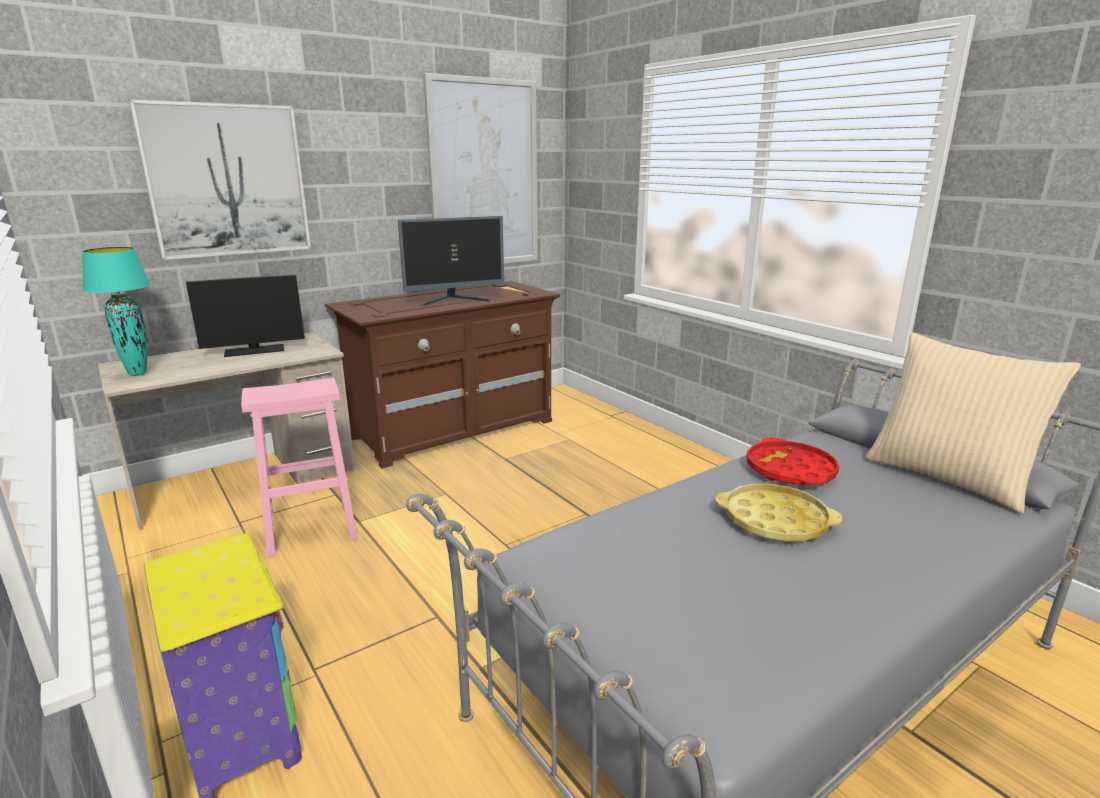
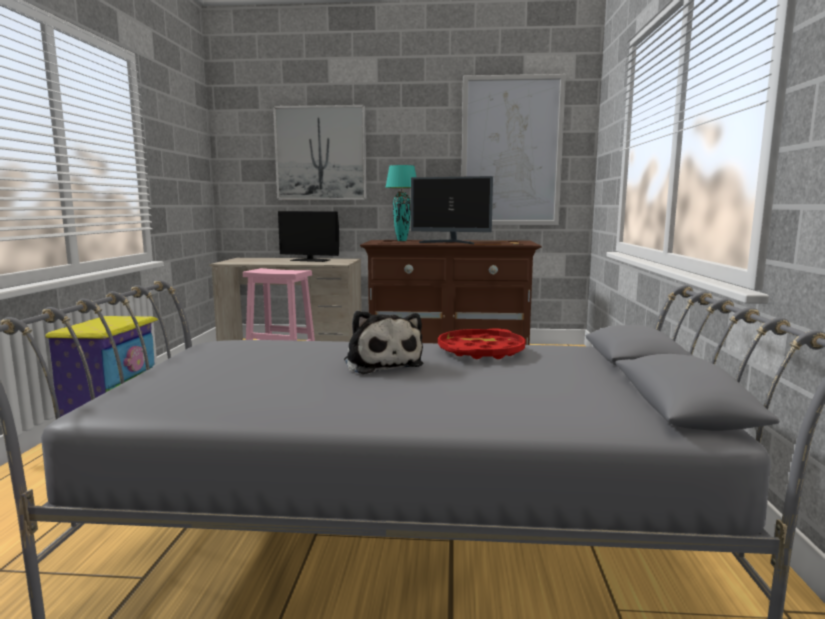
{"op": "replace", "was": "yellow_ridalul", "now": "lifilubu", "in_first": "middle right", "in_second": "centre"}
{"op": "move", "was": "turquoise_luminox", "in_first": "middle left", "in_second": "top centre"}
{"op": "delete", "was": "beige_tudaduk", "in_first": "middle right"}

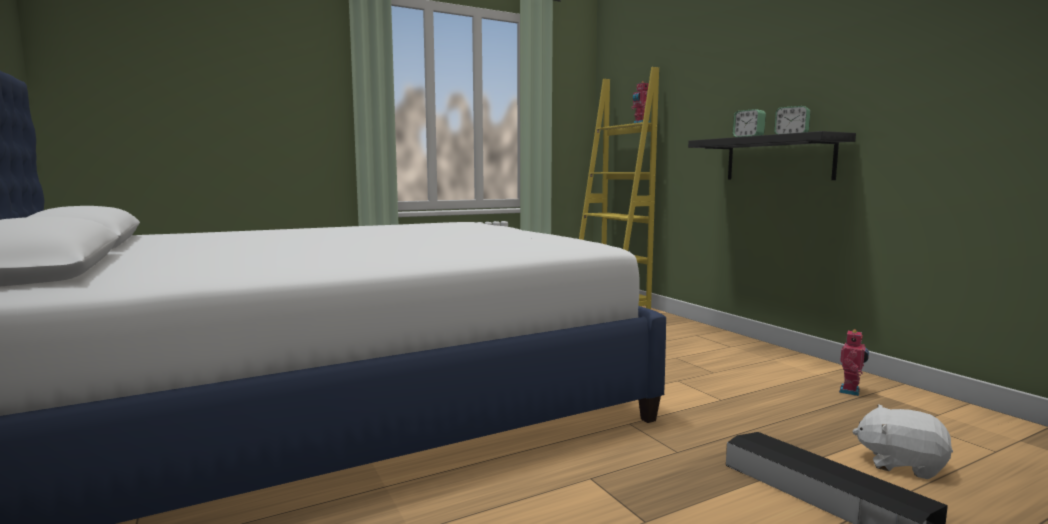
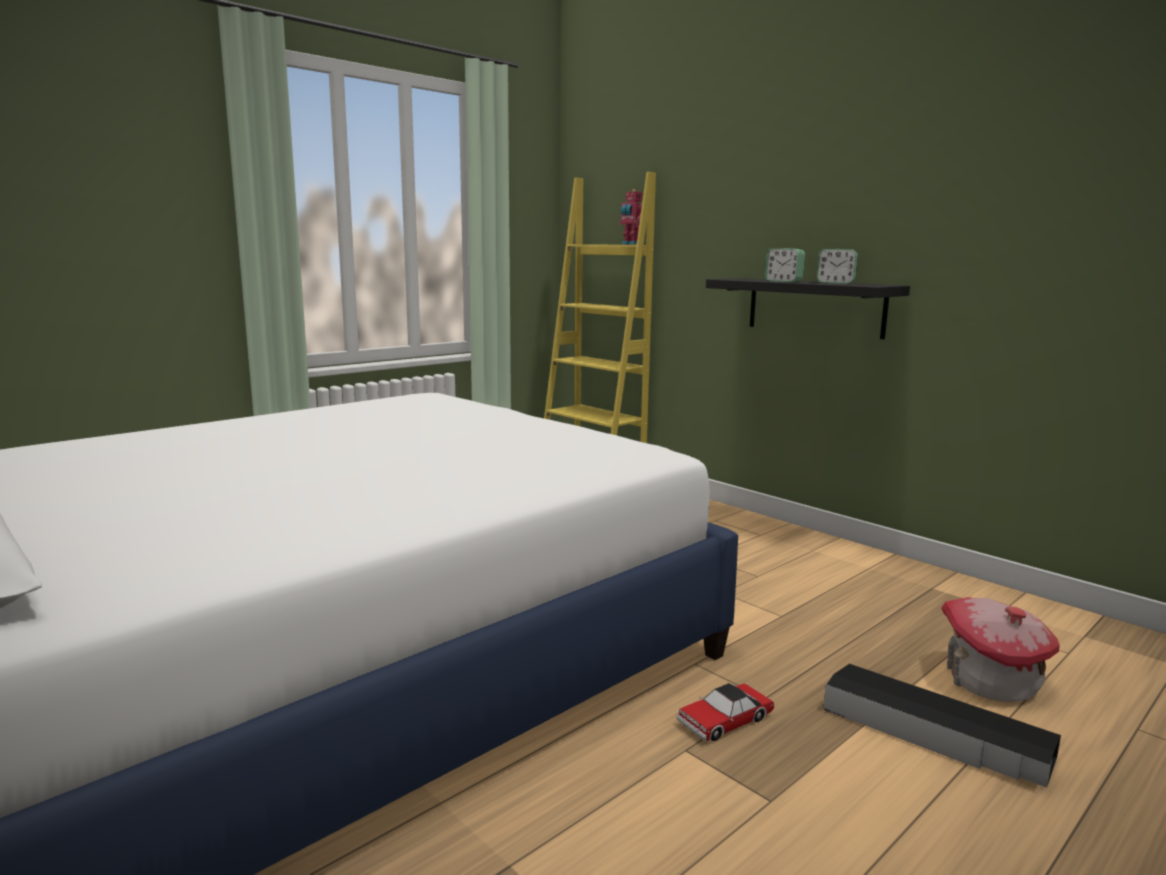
{"op": "insert", "now": "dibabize", "in_second": "bottom centre"}
{"op": "replace", "was": "white_lifilubu", "now": "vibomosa", "in_first": "bottom right", "in_second": "bottom right"}
{"op": "delete", "was": "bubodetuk (2nd from left)", "in_first": "bottom right"}

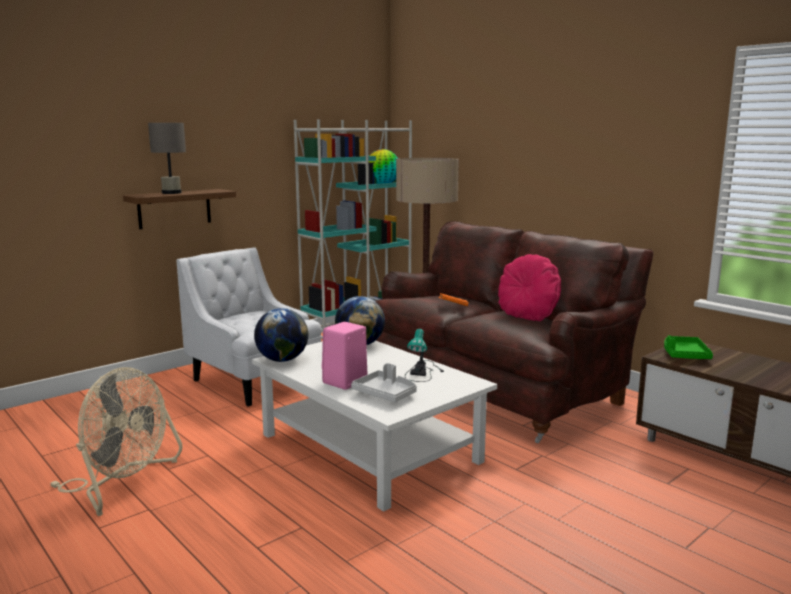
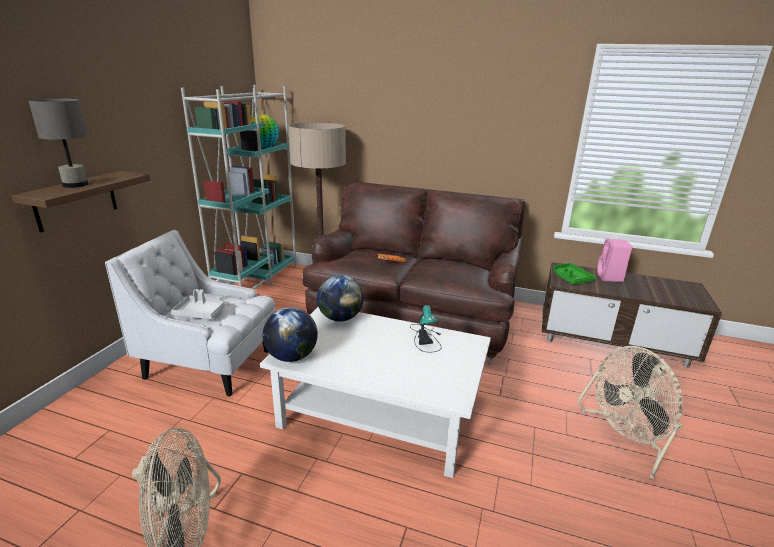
{"op": "move", "was": "grey_ridalul", "in_first": "centre", "in_second": "middle left"}
{"op": "insert", "now": "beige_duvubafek (2nd from left)", "in_second": "bottom right"}
{"op": "move", "was": "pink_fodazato", "in_first": "centre", "in_second": "middle right"}
{"op": "delete", "was": "pink_tudaduk", "in_first": "middle right"}

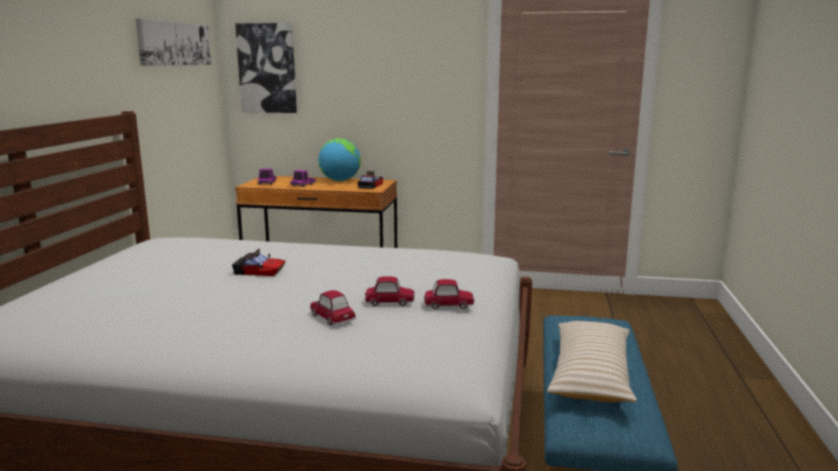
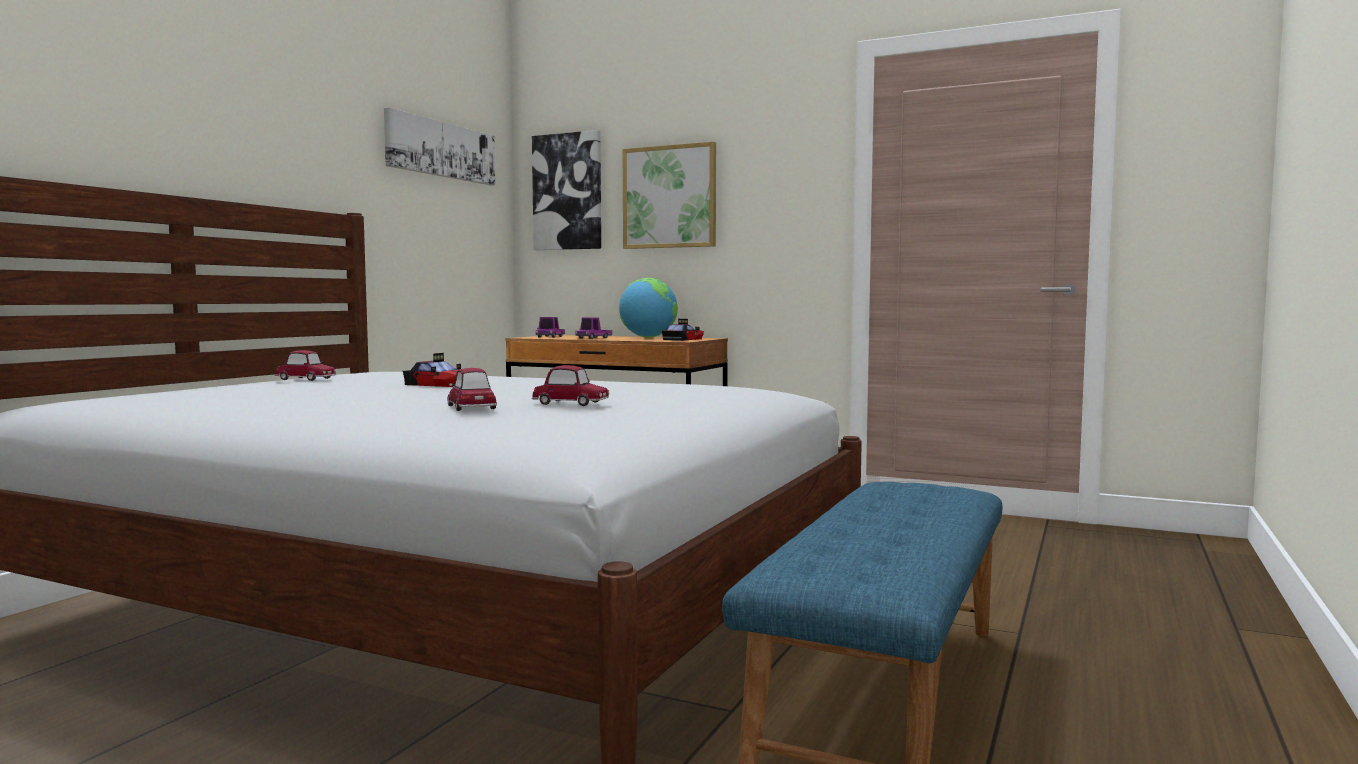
{"op": "move", "was": "dibabize (5th from left in the first image)", "now": "dibabize (1st from left)", "in_first": "centre", "in_second": "middle left"}
{"op": "insert", "now": "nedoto (3rd from left)", "in_second": "top centre"}
{"op": "delete", "was": "beige_tudaduk", "in_first": "bottom right"}

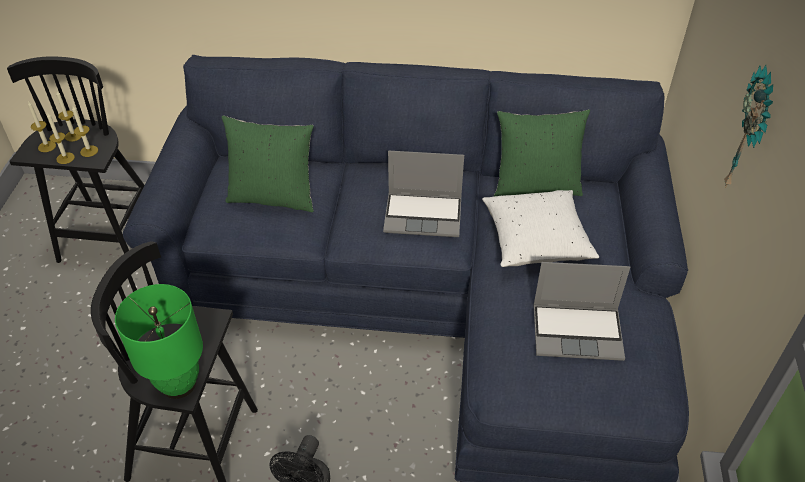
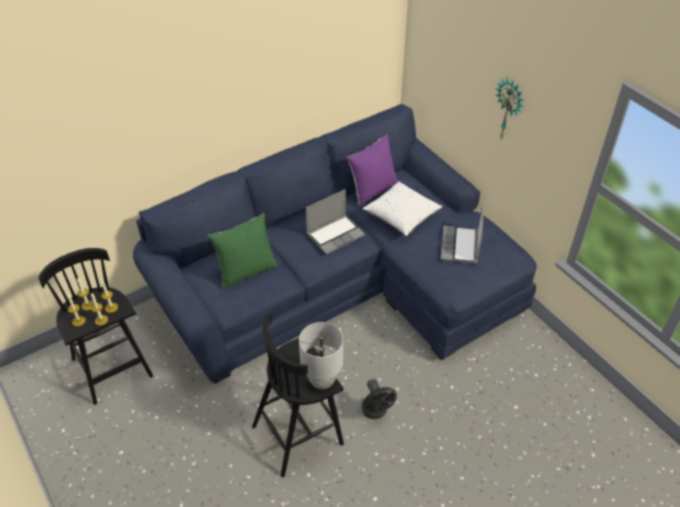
{"op": "recolor", "was": "green_luminox", "now": "white_luminox", "in_first": "bottom left", "in_second": "bottom centre"}
{"op": "recolor", "was": "green_tudaduk (2nd from left)", "now": "purple_tudaduk", "in_first": "top right", "in_second": "centre"}
{"op": "rotate", "was": "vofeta (2nd from left)", "in_first": "middle right", "in_second": "middle right", "clockwise": 135}

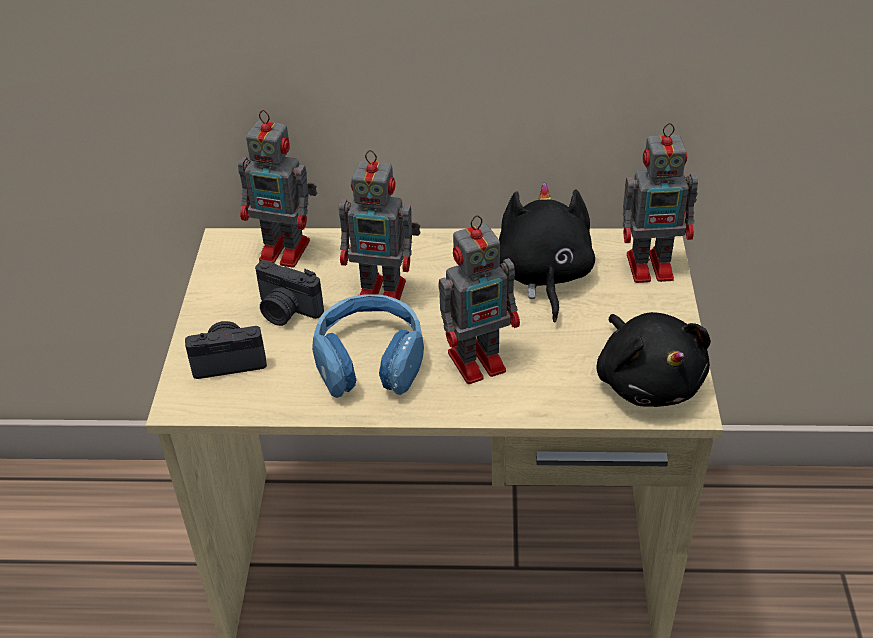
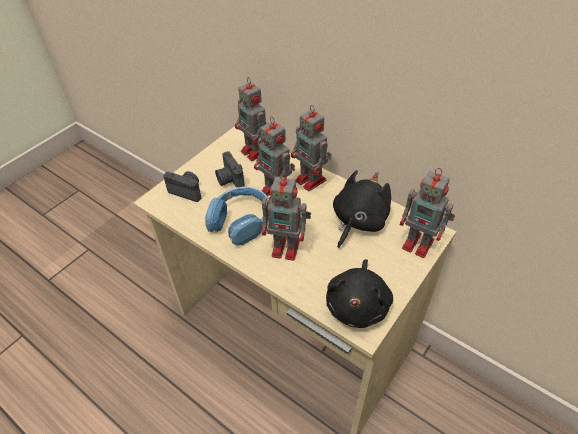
{"op": "insert", "now": "bubodetuk (4th from left)", "in_second": "centre"}

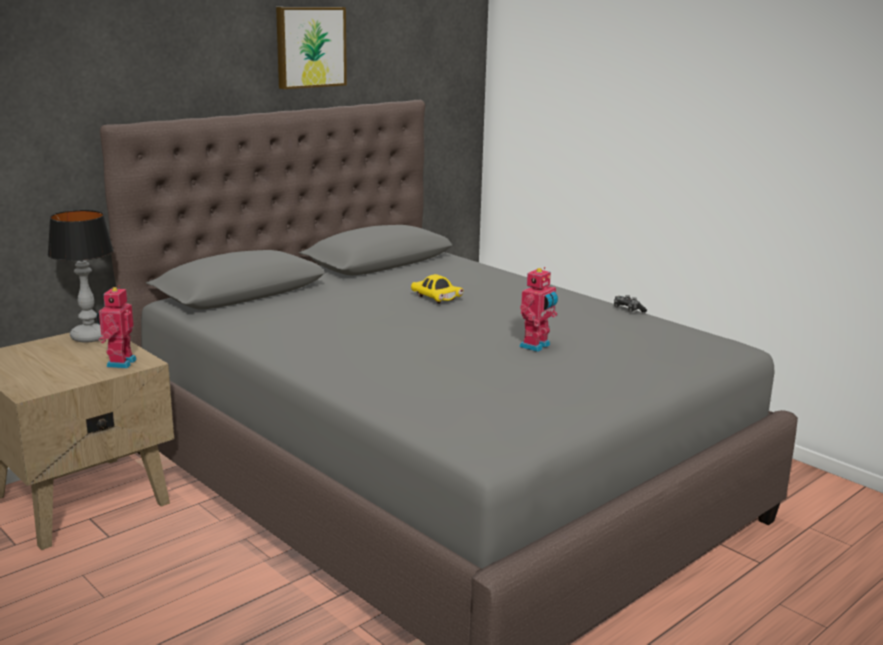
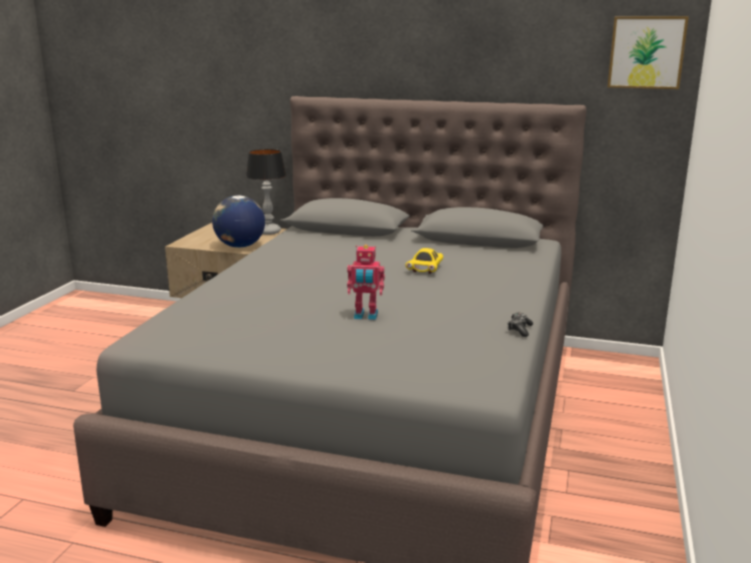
{"op": "replace", "was": "bubodetuk (1st from left)", "now": "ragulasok", "in_first": "middle left", "in_second": "middle left"}
{"op": "move", "was": "nedoto", "in_first": "top centre", "in_second": "top right"}

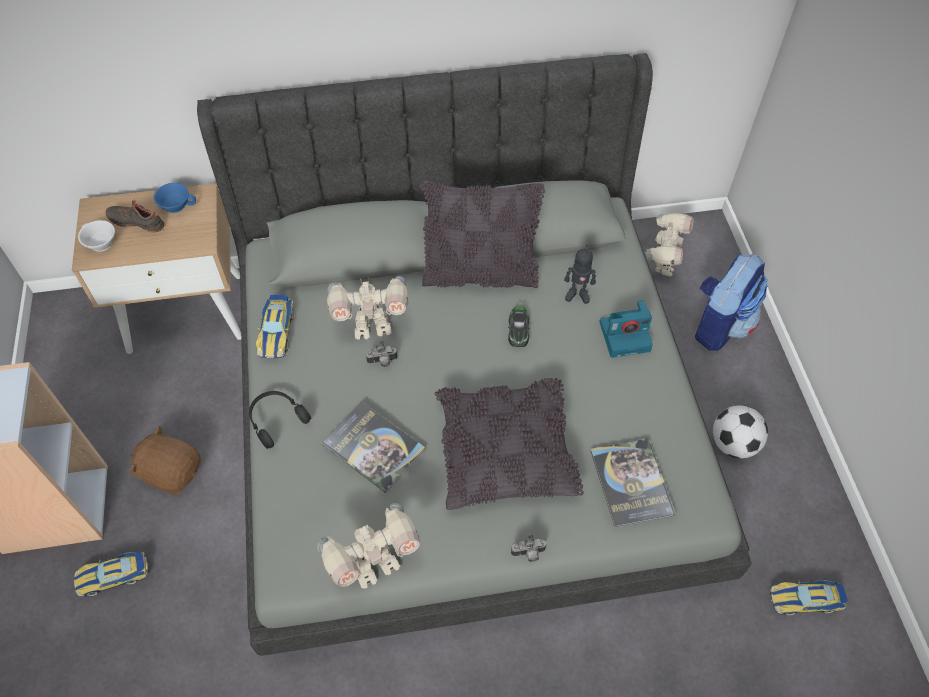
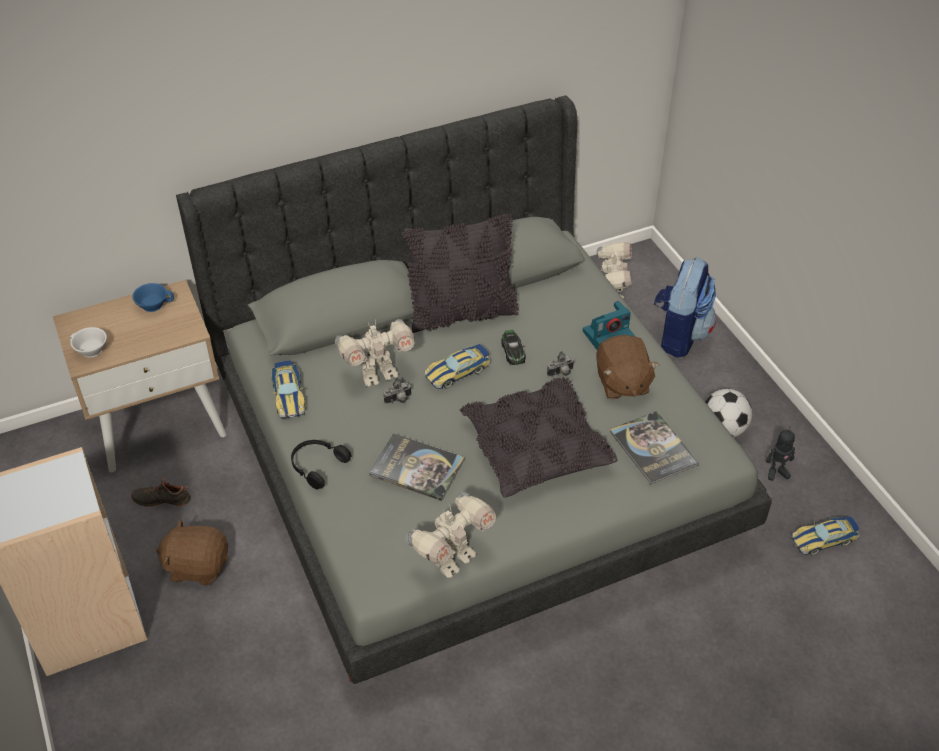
{"op": "move", "was": "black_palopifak", "in_first": "top left", "in_second": "middle left"}
{"op": "move", "was": "dibabize (1st from left in the first image)", "now": "dibabize (2nd from left)", "in_first": "bottom left", "in_second": "centre"}
{"op": "move", "was": "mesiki (2nd from left)", "in_first": "bottom centre", "in_second": "centre"}
{"op": "insert", "now": "brown_lifilubu (2nd from left)", "in_second": "middle right"}
{"op": "move", "was": "bubodetuk (3rd from left in the first image)", "now": "bubodetuk (4th from left)", "in_first": "centre", "in_second": "middle right"}

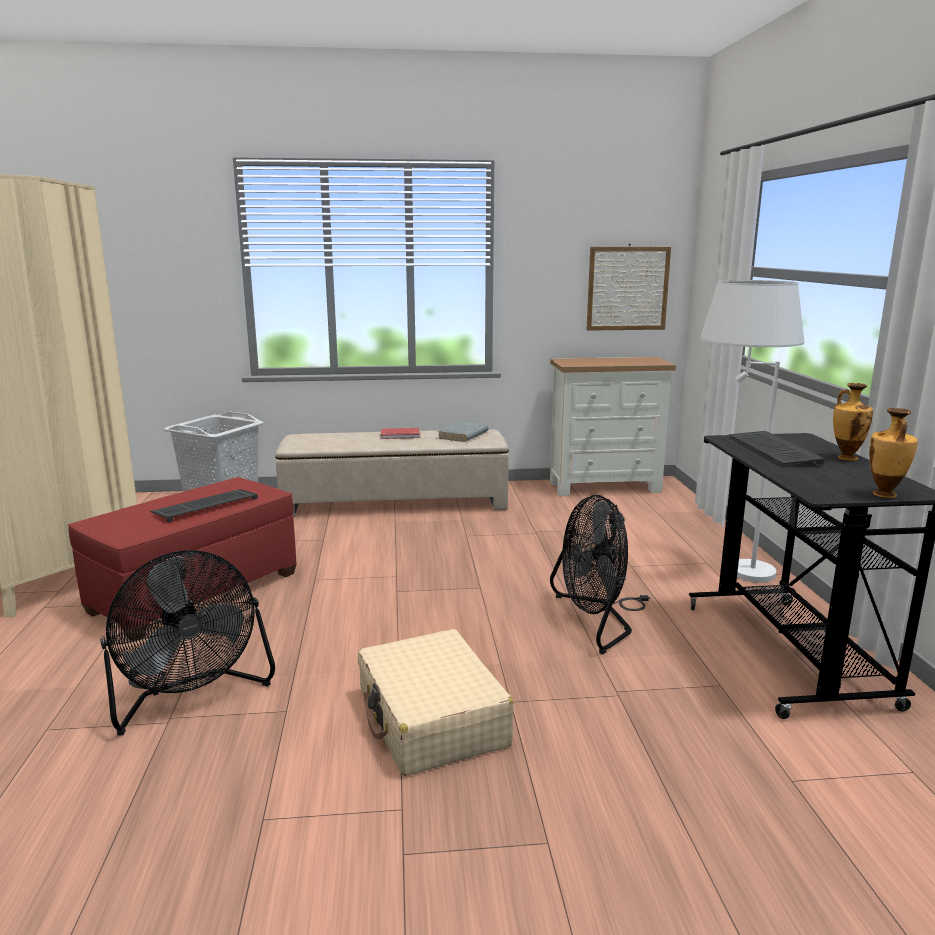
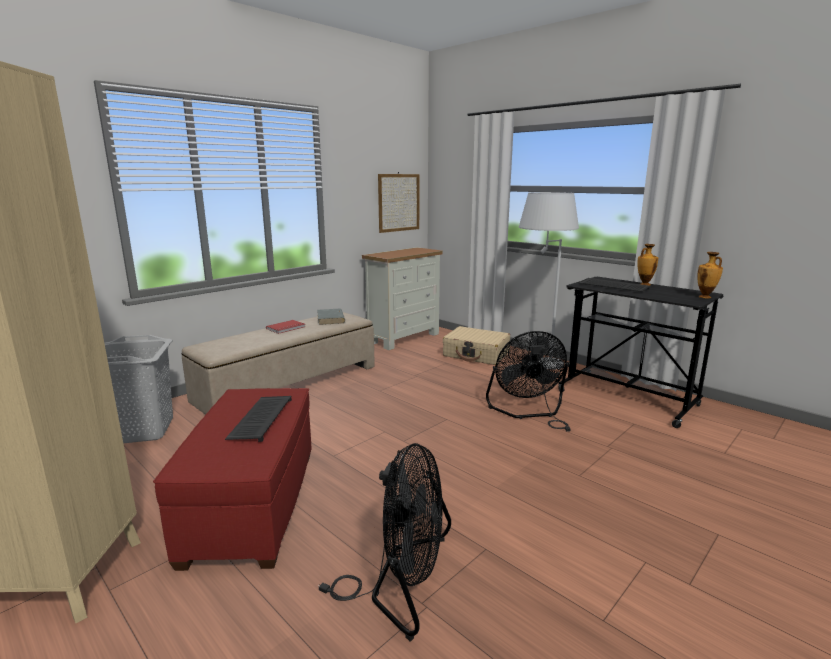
{"op": "move", "was": "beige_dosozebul", "in_first": "bottom centre", "in_second": "centre"}
{"op": "rotate", "was": "black_duvubafek (2nd from left)", "in_first": "centre", "in_second": "centre", "clockwise": 135}

